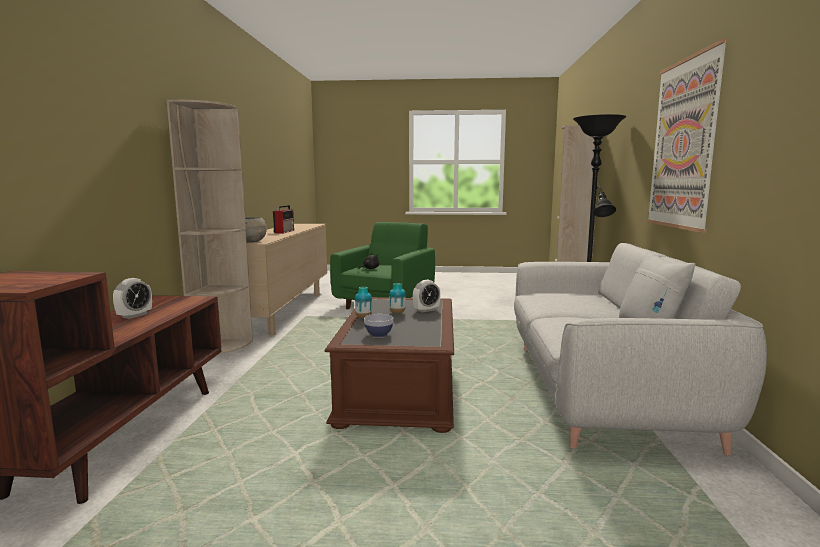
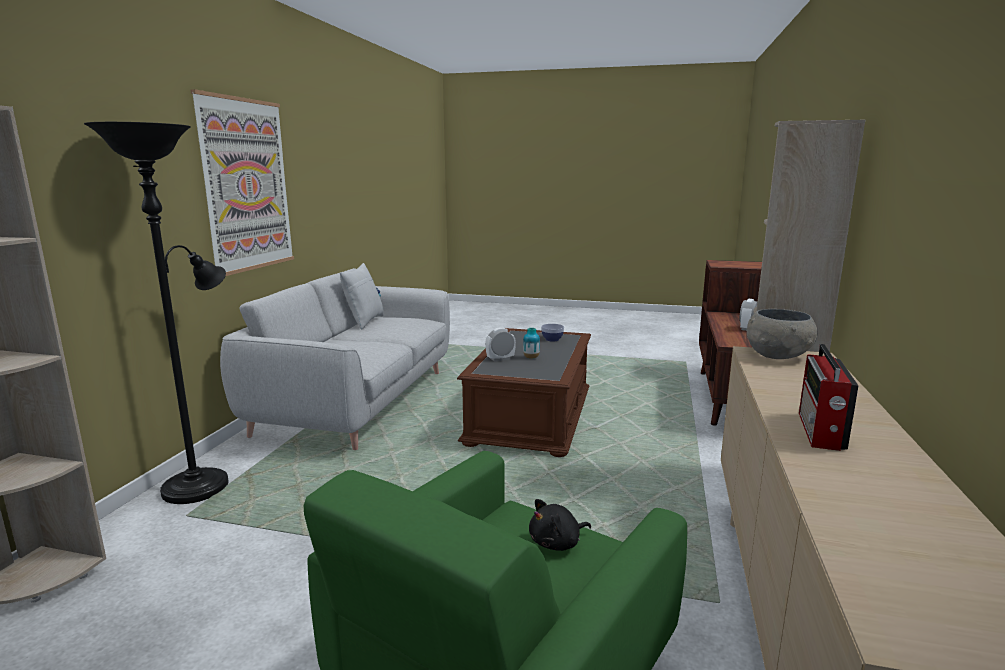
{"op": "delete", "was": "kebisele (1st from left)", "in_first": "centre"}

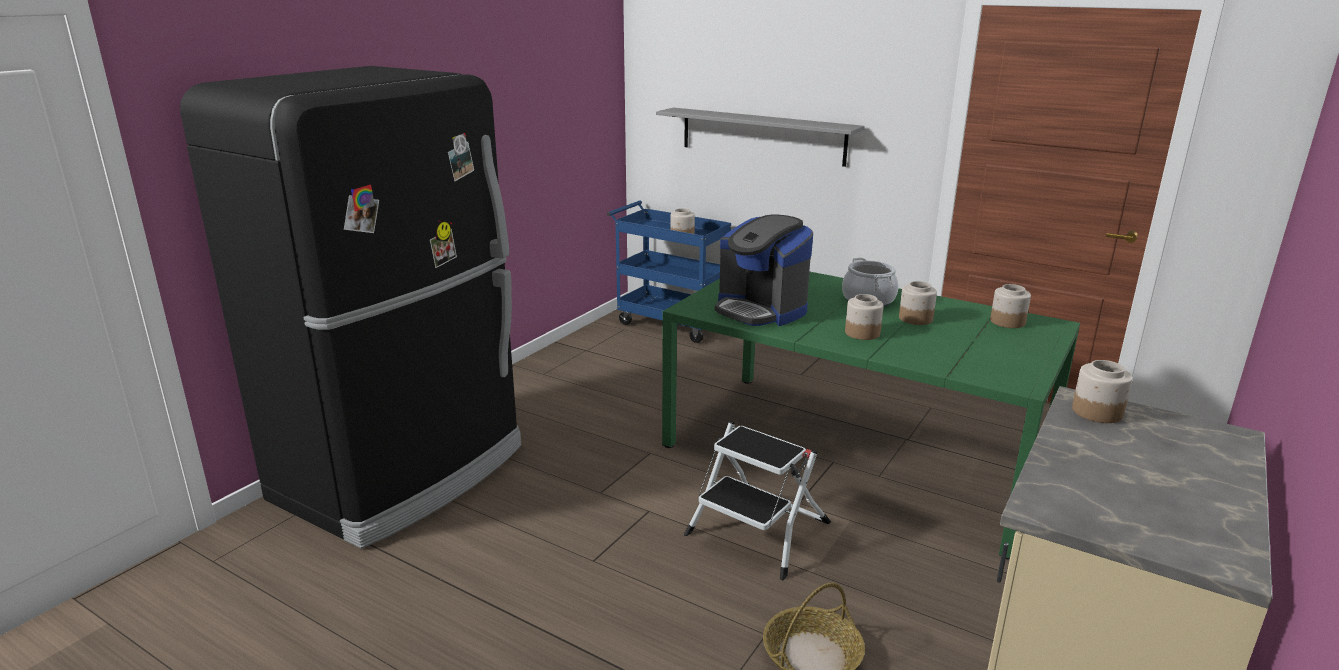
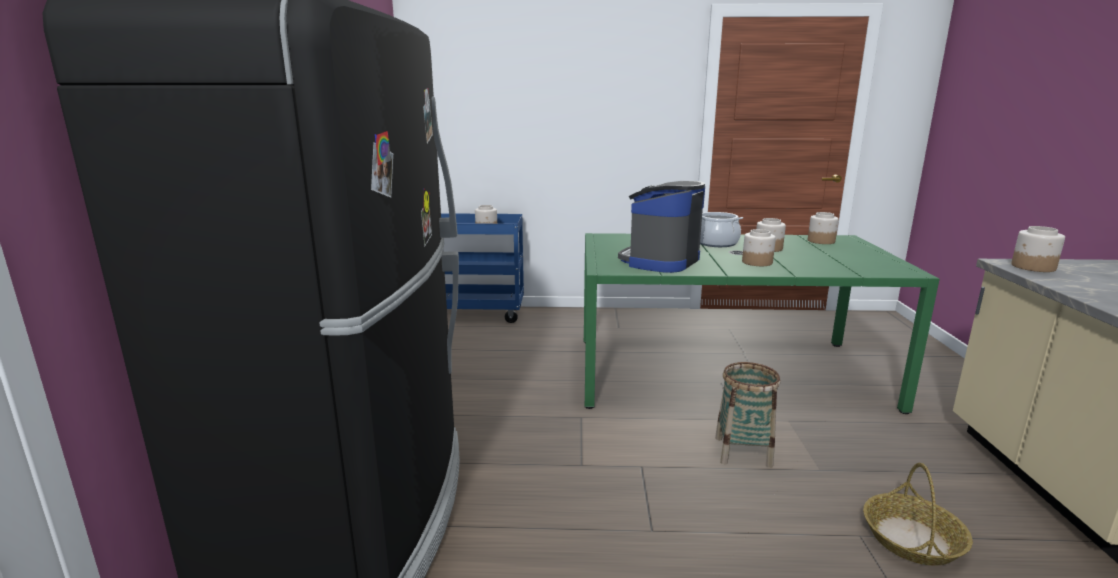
{"op": "rotate", "was": "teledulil", "in_first": "centre", "in_second": "centre", "clockwise": 105}
{"op": "replace", "was": "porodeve", "now": "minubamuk (1st from left)", "in_first": "bottom centre", "in_second": "bottom right"}
{"op": "delete", "was": "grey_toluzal", "in_first": "top centre"}

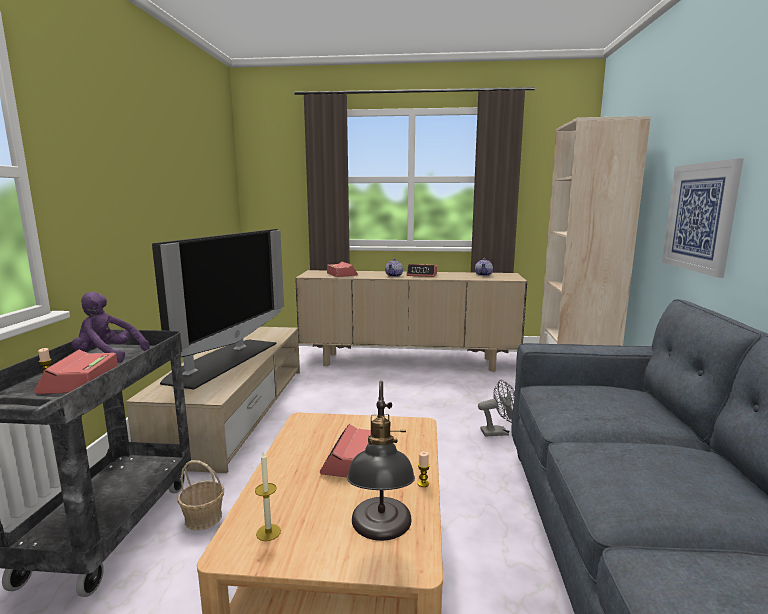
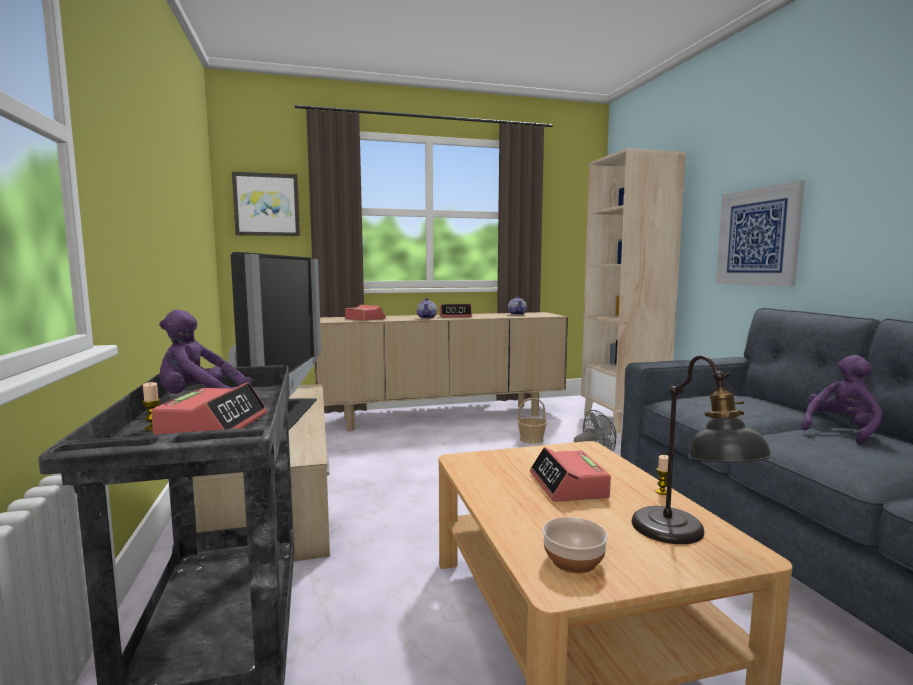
{"op": "rotate", "was": "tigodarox (1st from left)", "in_first": "middle left", "in_second": "middle left", "clockwise": -150}
{"op": "insert", "now": "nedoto (1st from left)", "in_second": "top left"}
{"op": "move", "was": "minubamuk", "in_first": "bottom left", "in_second": "centre"}
{"op": "replace", "was": "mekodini (2nd from left)", "now": "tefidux", "in_first": "bottom centre", "in_second": "bottom centre"}
{"op": "insert", "now": "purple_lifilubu (2nd from left)", "in_second": "middle right"}

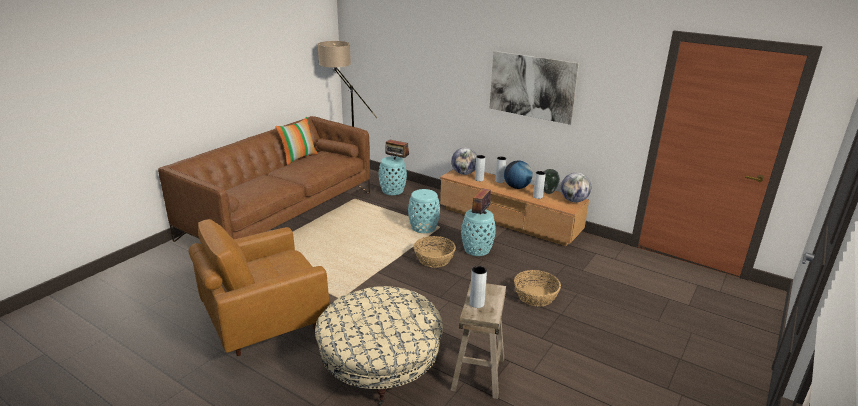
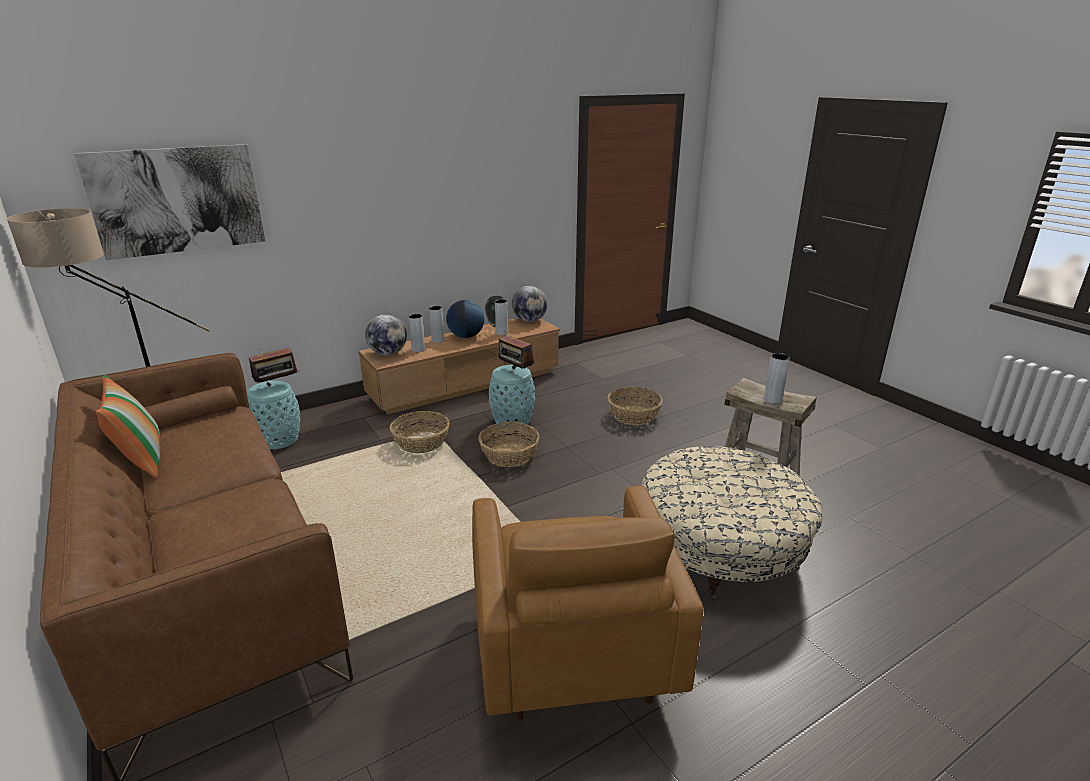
{"op": "move", "was": "nedoto", "in_first": "top centre", "in_second": "top left"}
{"op": "replace", "was": "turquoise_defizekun (2nd from left)", "now": "minubamuk (1st from left)", "in_first": "centre", "in_second": "centre"}

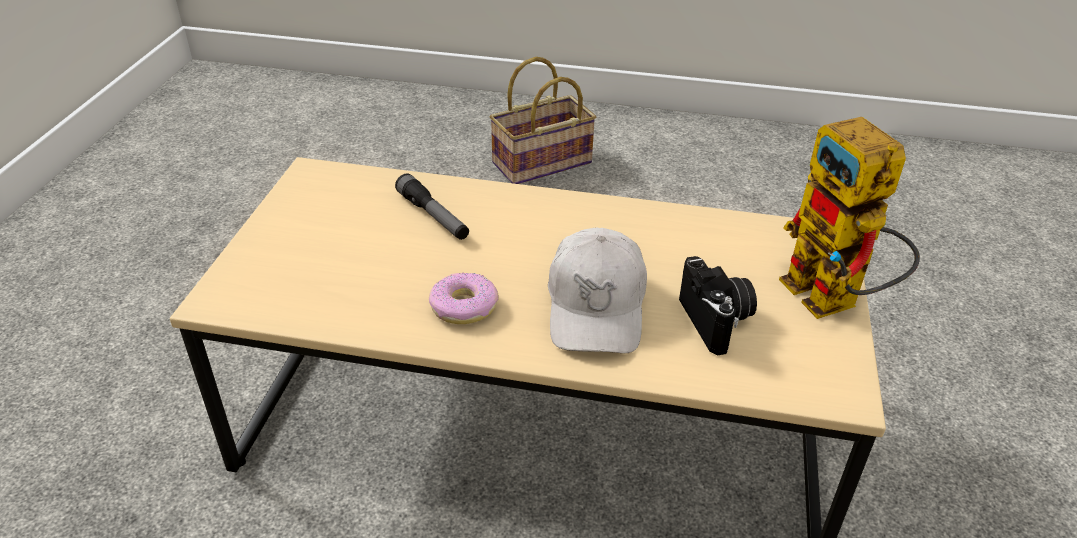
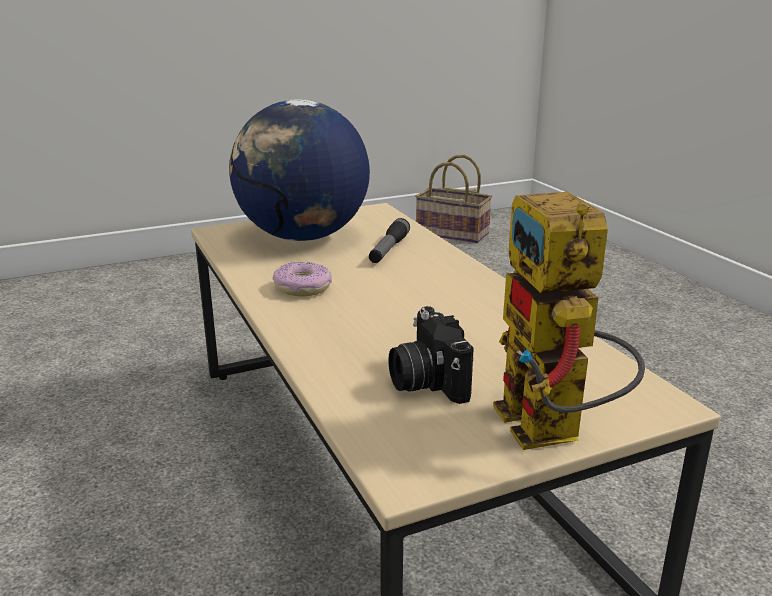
{"op": "insert", "now": "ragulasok", "in_second": "top centre"}
{"op": "rotate", "was": "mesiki", "in_first": "middle right", "in_second": "centre", "clockwise": 120}
{"op": "move", "was": "minubamuk", "in_first": "top centre", "in_second": "centre"}
{"op": "rotate", "was": "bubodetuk", "in_first": "middle right", "in_second": "middle right", "clockwise": -45}
{"op": "delete", "was": "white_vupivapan", "in_first": "centre"}

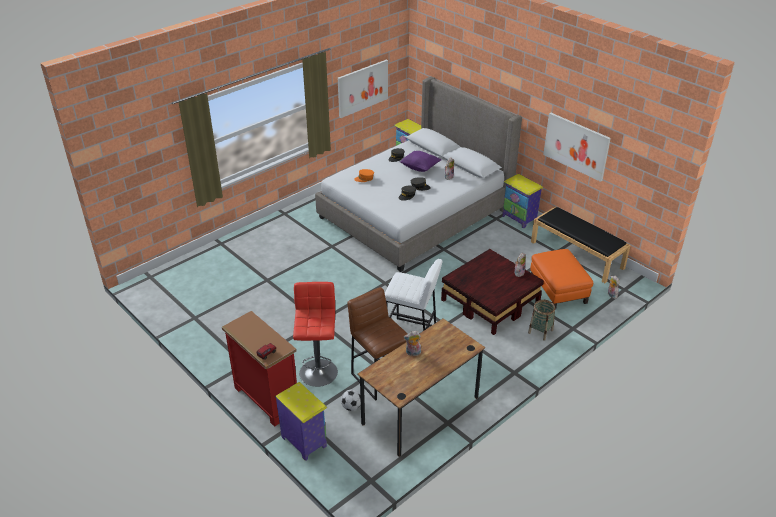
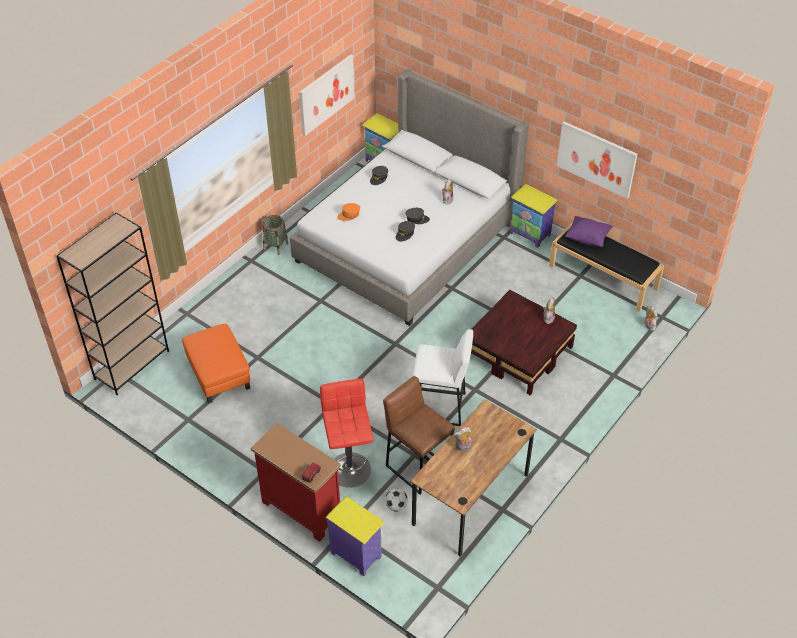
{"op": "insert", "now": "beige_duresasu", "in_second": "middle left"}
{"op": "move", "was": "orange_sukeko", "in_first": "middle right", "in_second": "middle left"}
{"op": "move", "was": "minubamuk", "in_first": "middle right", "in_second": "centre"}
{"op": "move", "was": "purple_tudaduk", "in_first": "top centre", "in_second": "middle right"}

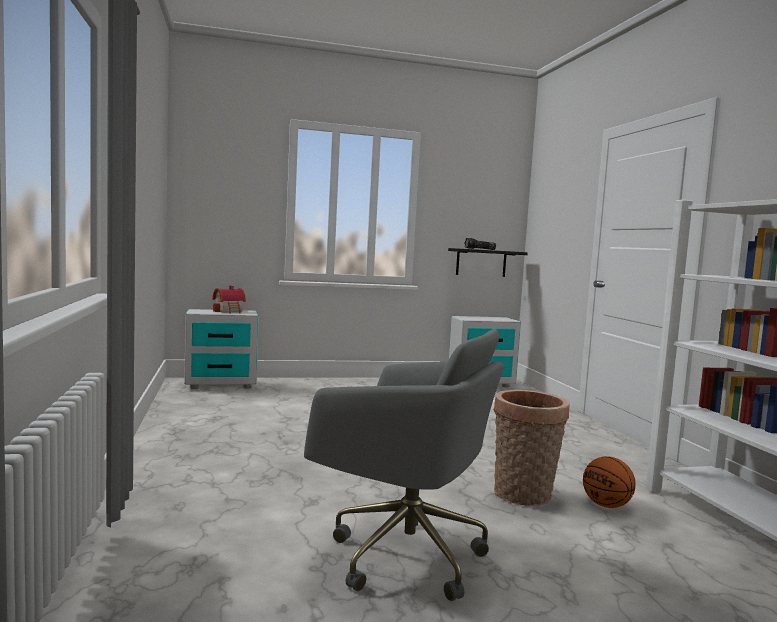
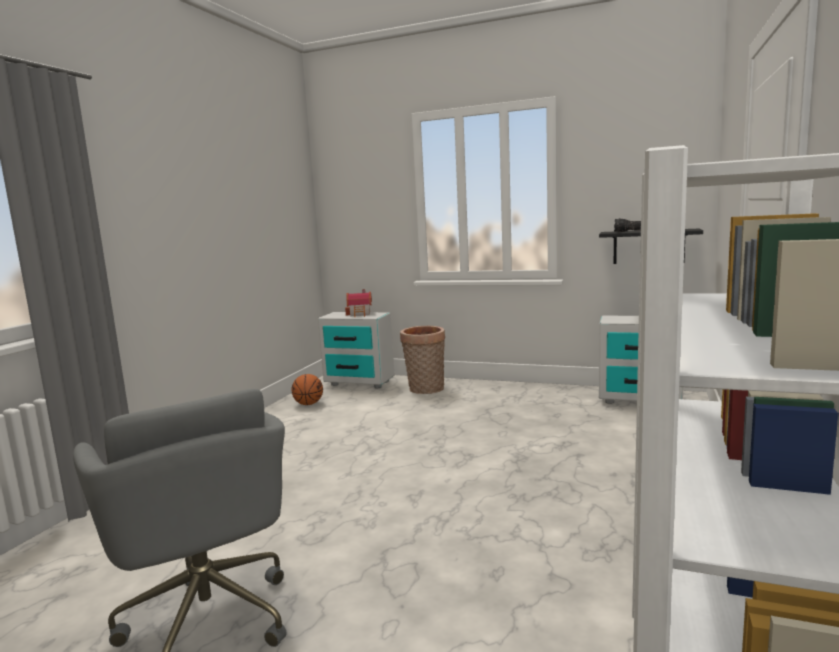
{"op": "move", "was": "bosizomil", "in_first": "bottom right", "in_second": "centre"}
{"op": "move", "was": "minubamuk", "in_first": "bottom right", "in_second": "centre"}

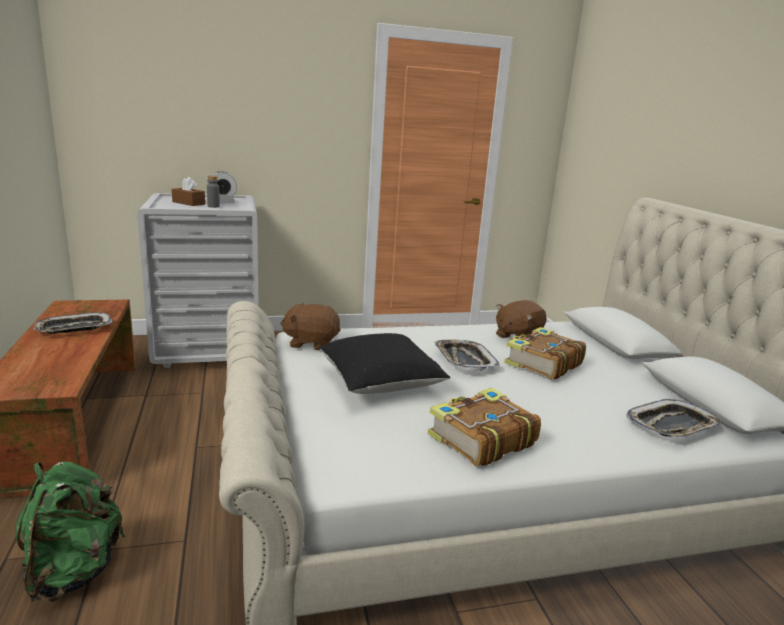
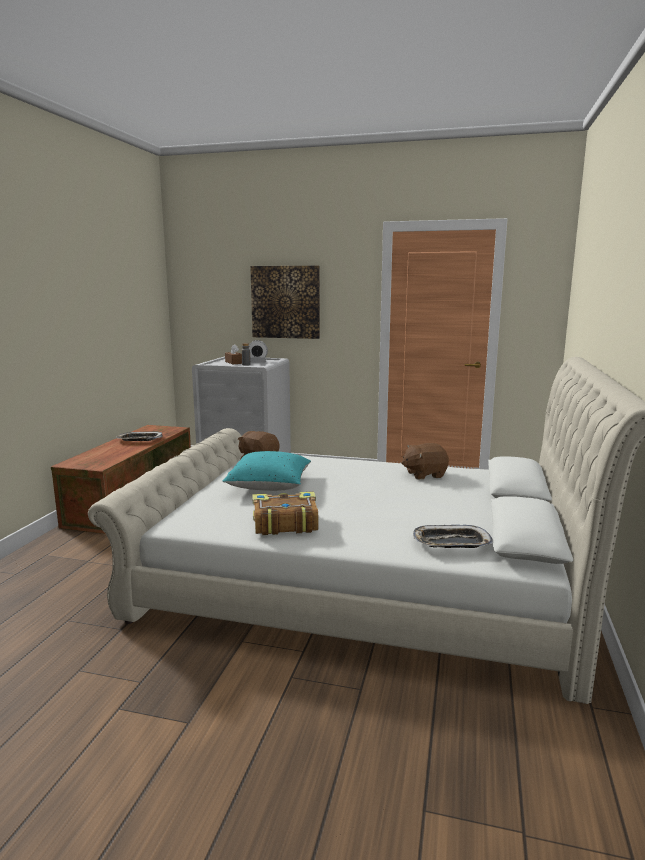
{"op": "recolor", "was": "black_tudaduk", "now": "turquoise_tudaduk", "in_first": "centre", "in_second": "centre"}
{"op": "insert", "now": "nedoto", "in_second": "centre"}
{"op": "delete", "was": "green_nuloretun", "in_first": "bottom left"}
{"op": "delete", "was": "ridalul (2nd from left)", "in_first": "centre"}
{"op": "delete", "was": "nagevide (2nd from left)", "in_first": "middle right"}

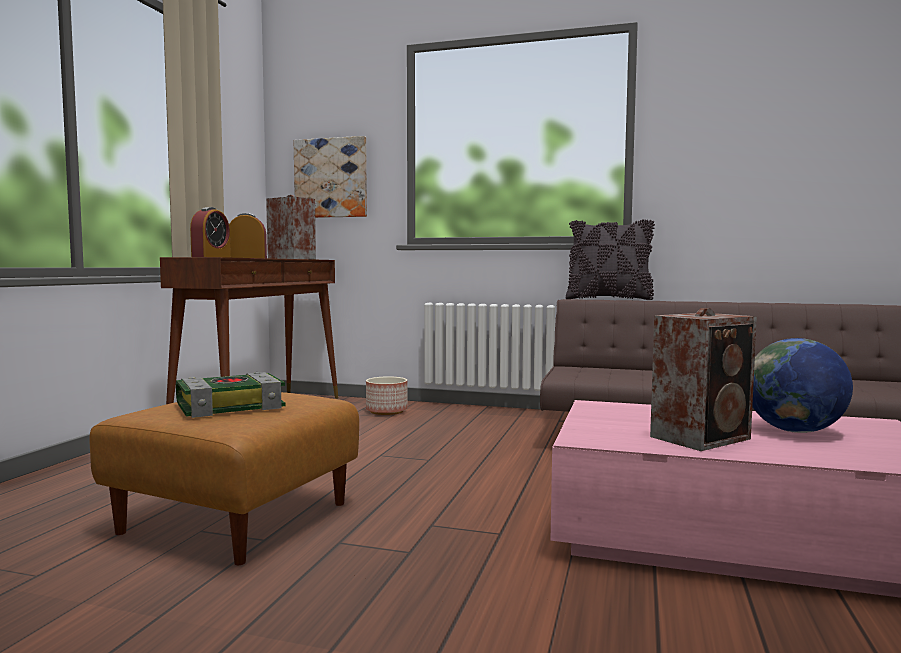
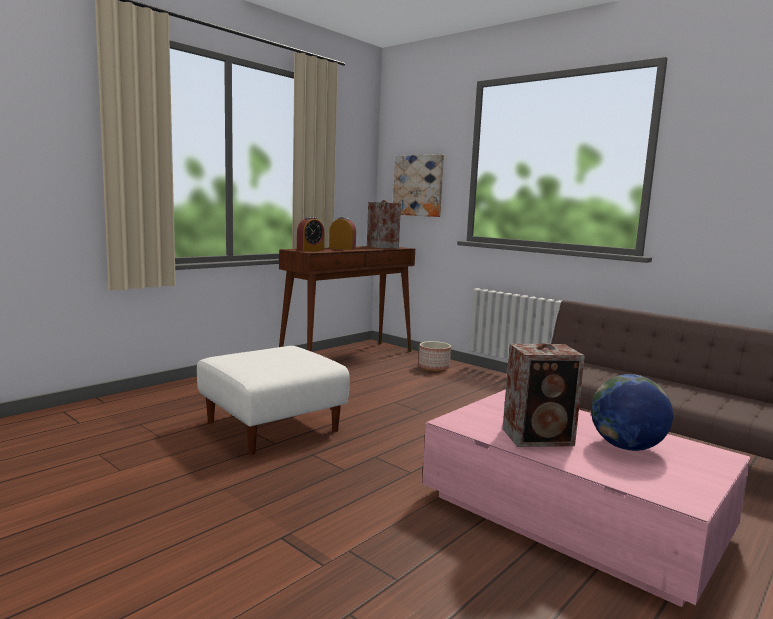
{"op": "recolor", "was": "brown_sukeko", "now": "white_sukeko", "in_first": "bottom left", "in_second": "centre"}
{"op": "delete", "was": "nagevide", "in_first": "middle left"}
{"op": "delete", "was": "black_tudaduk", "in_first": "middle right"}

